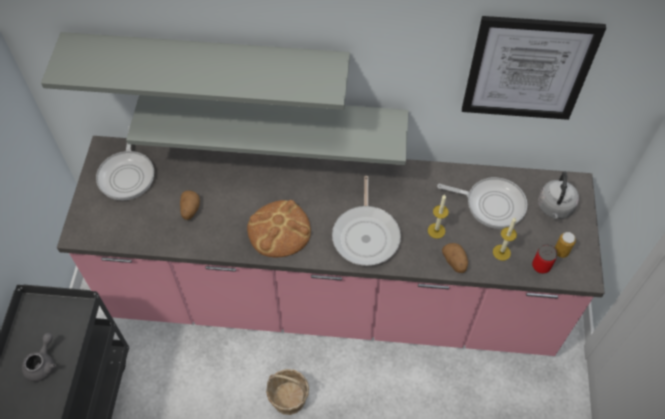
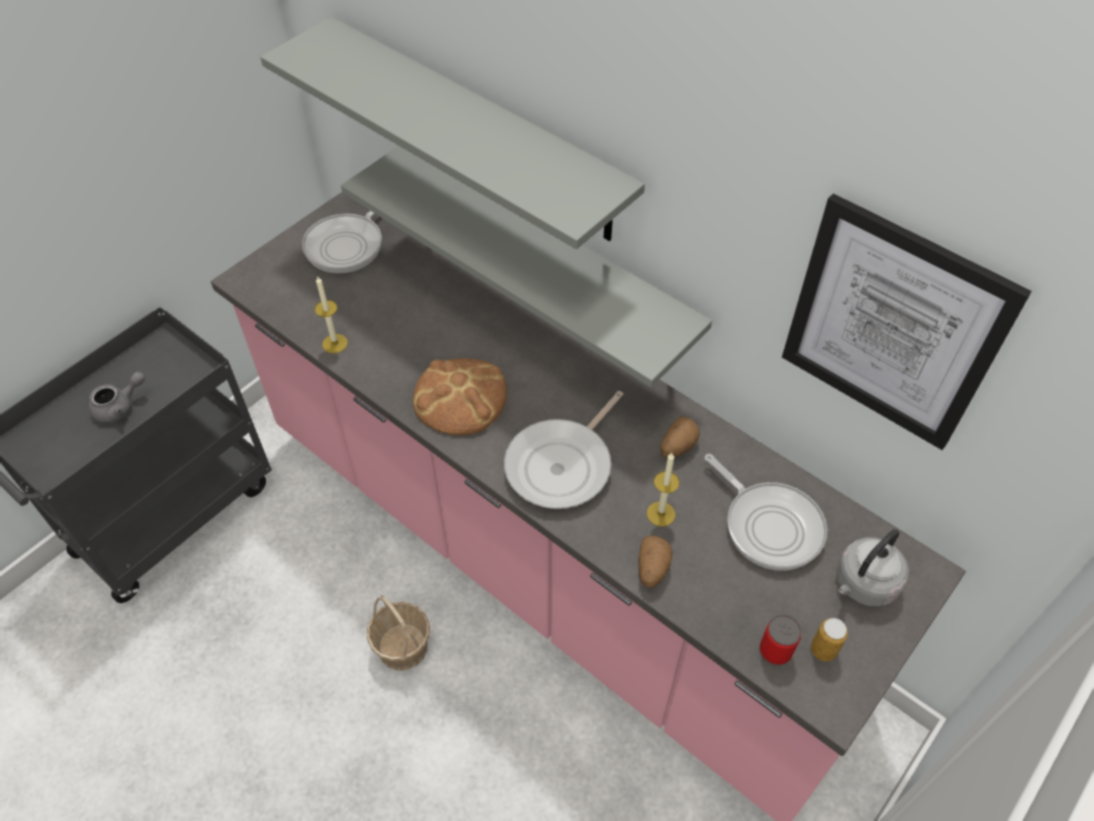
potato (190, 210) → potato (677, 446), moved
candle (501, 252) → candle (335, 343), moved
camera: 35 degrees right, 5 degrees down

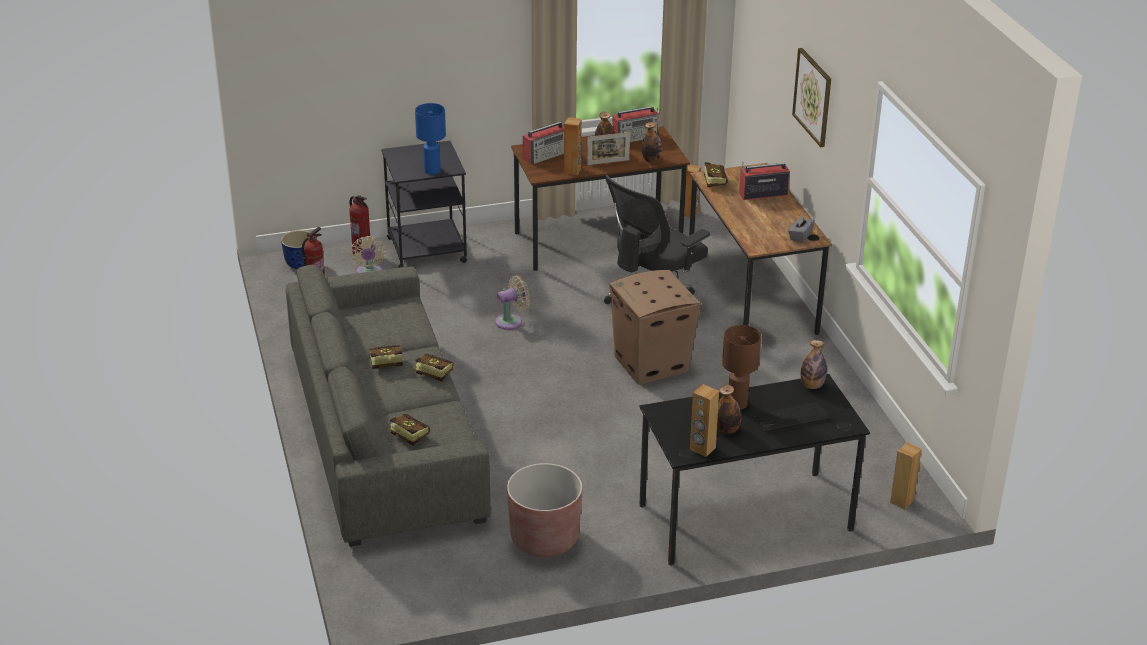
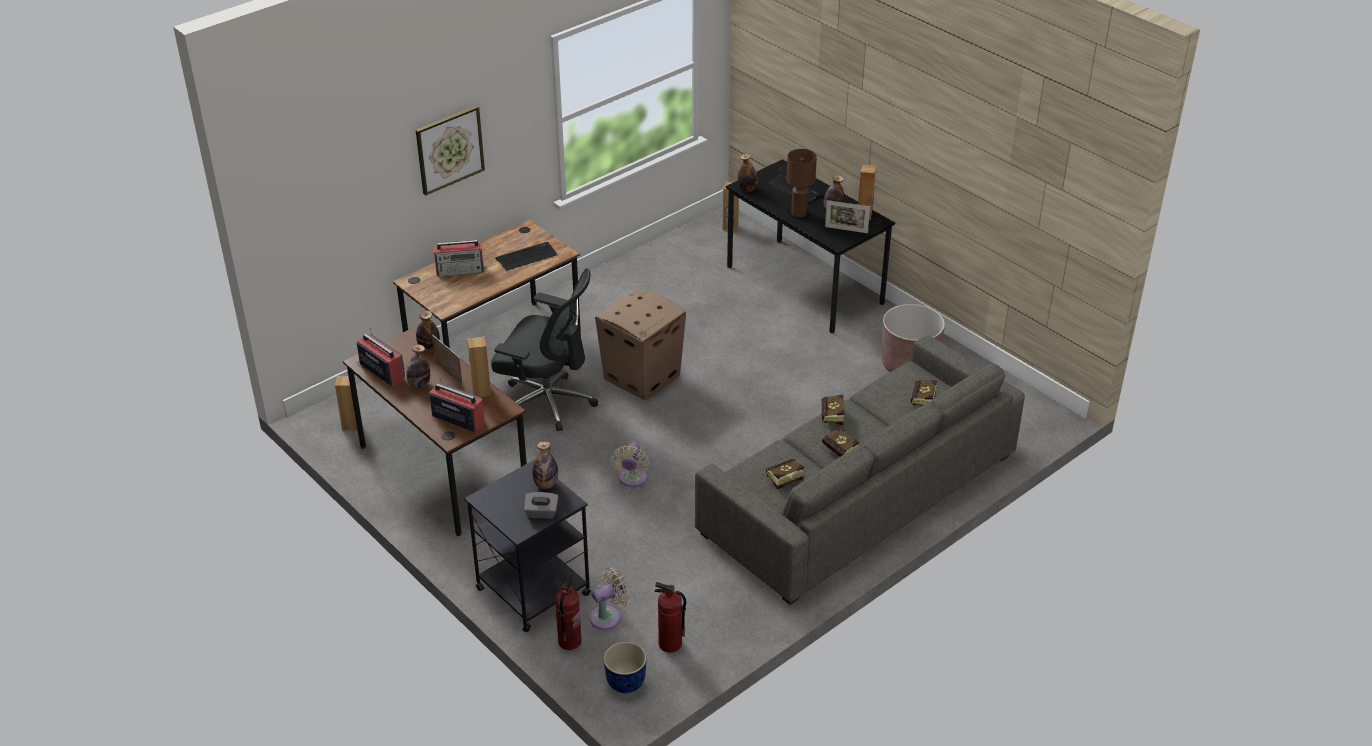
blue table lamp (432, 171) → bottle (546, 484)
beige fan (511, 321) → beige fan (632, 479), 120 degrees counterclockwise
book (714, 181) → book (781, 481), moved
radio (762, 194) → radio (461, 270), 60 degrees counterclockwise
grey tissue box (800, 236) → grey tissue box (541, 513), moved
- → keyboard (526, 256)
- → picture frame (846, 230)
camera: 115 degrees left, 5 degrees up

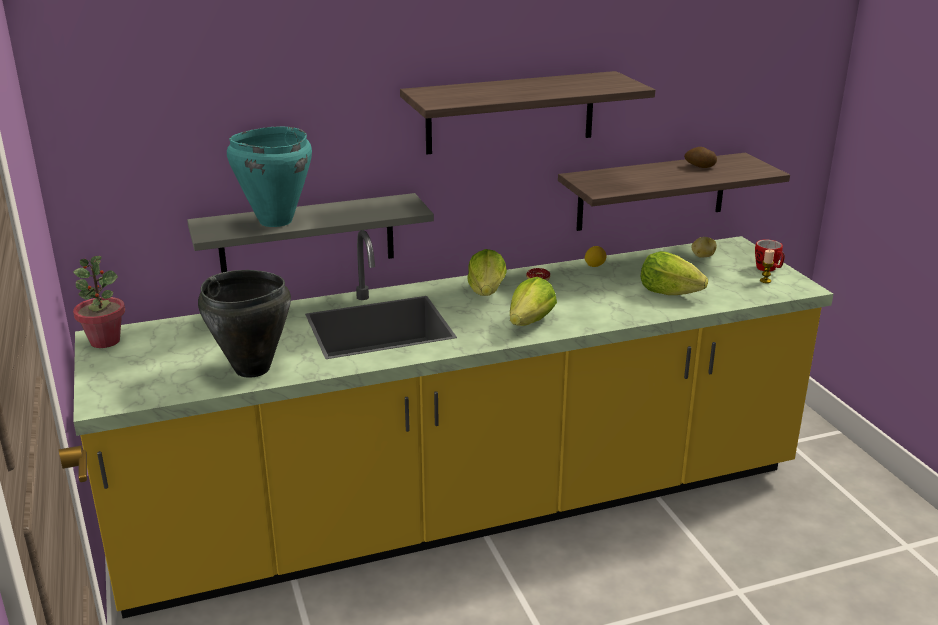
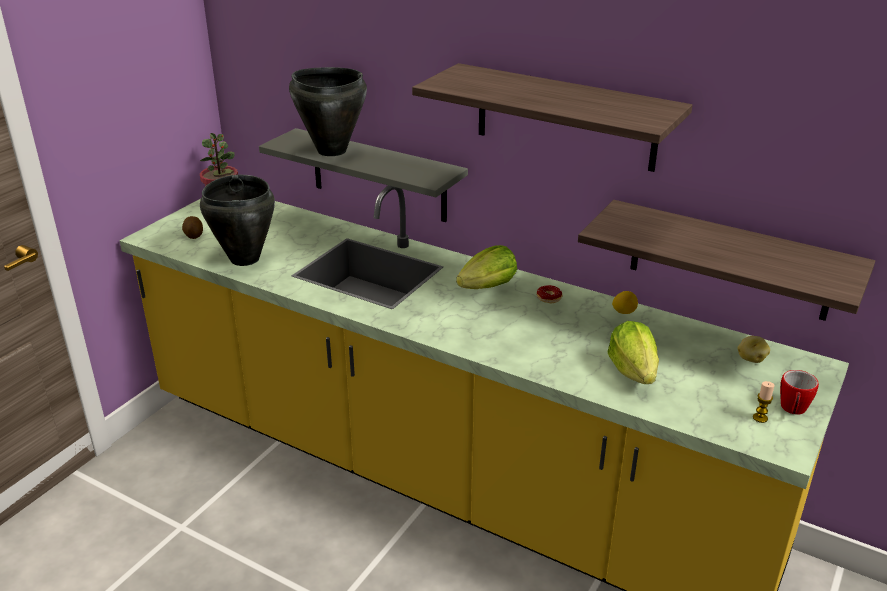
turquoise cooking pot (275, 221) → black cooking pot (331, 150)
lettuce (530, 322) → -
potato (699, 166) → potato (193, 235), moved
camera: 50 degrees right, 5 degrees up

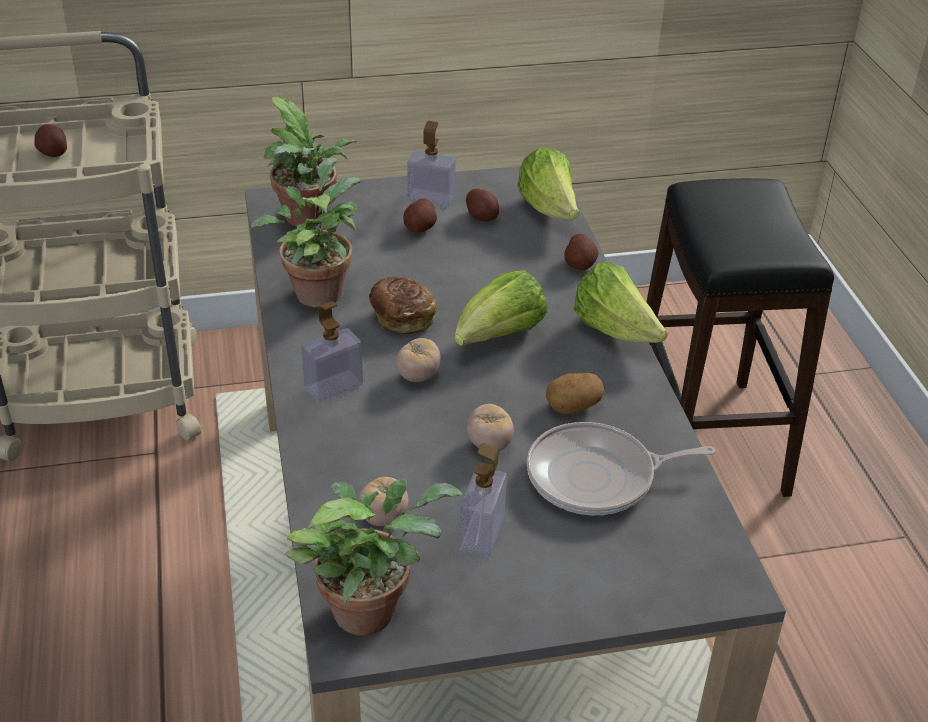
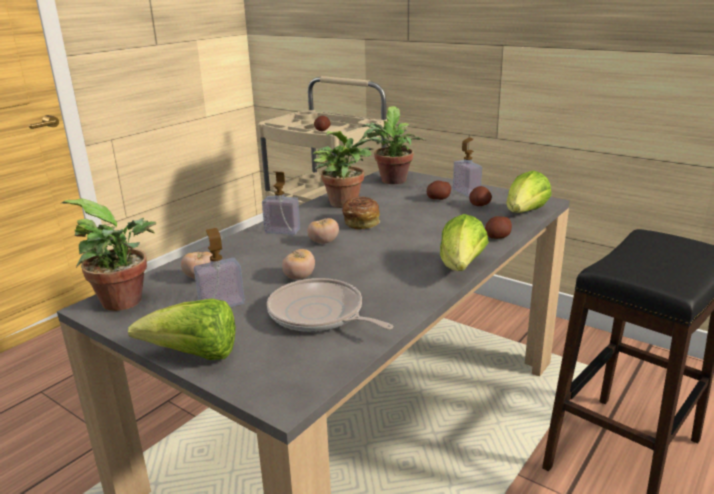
lettuce (499, 337) → lettuce (194, 356), moved
potato (573, 404) → -
camera: 50 degrees right, 15 degrees down

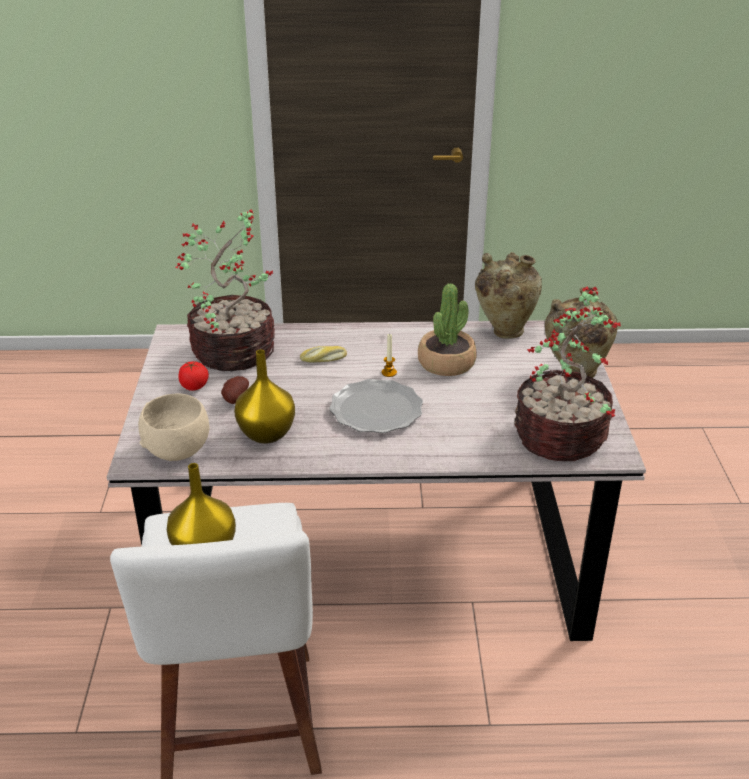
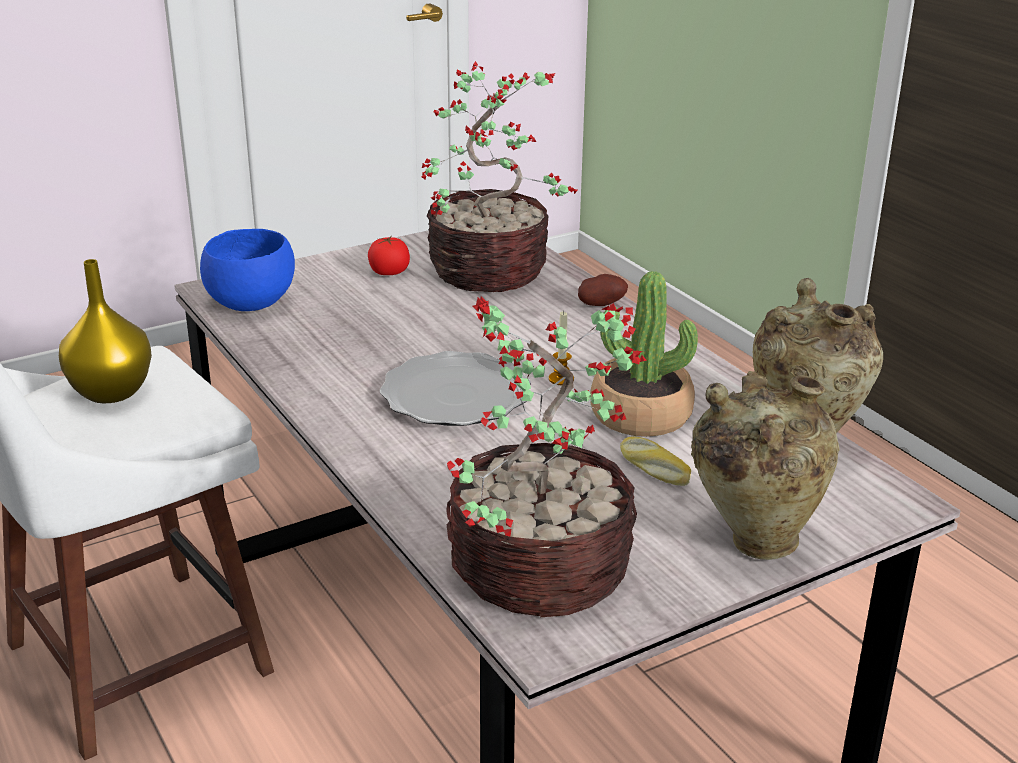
beige bowl (178, 451) → blue bowl (250, 304)
potato (234, 399) → potato (601, 305), moved
yellow vase (267, 433) → -
bread (323, 359) → bread (652, 469), moved
camera: 60 degrees right, 5 degrees down

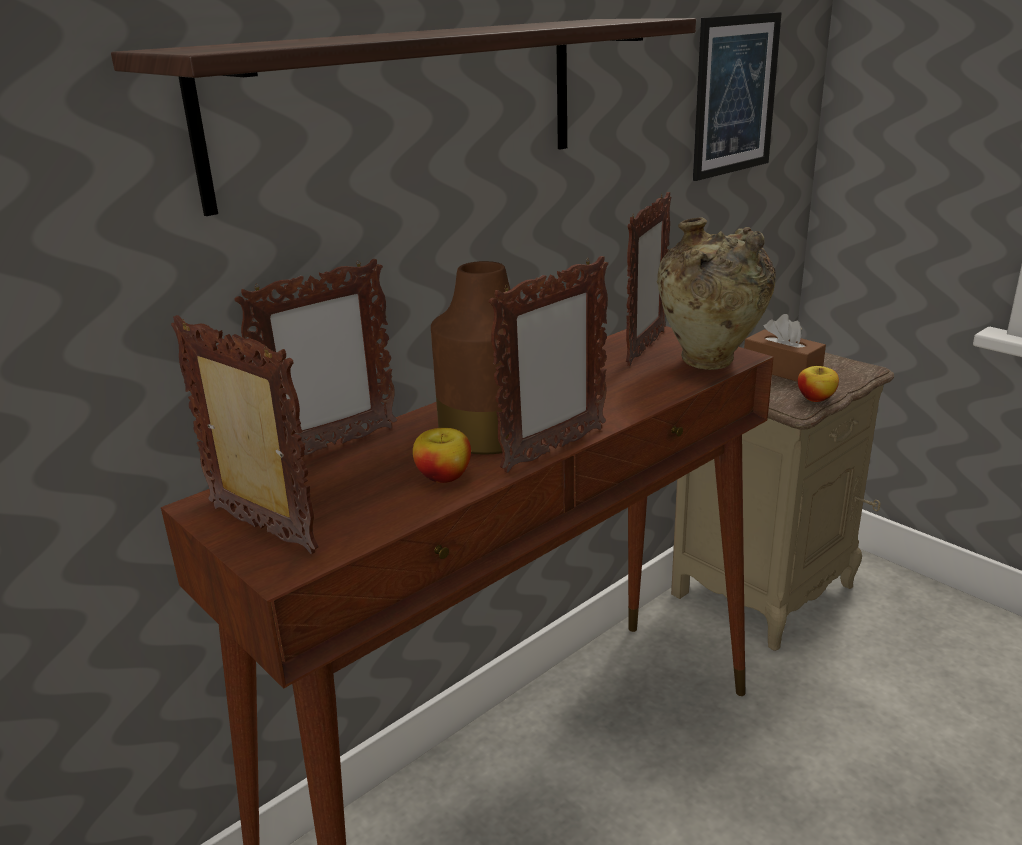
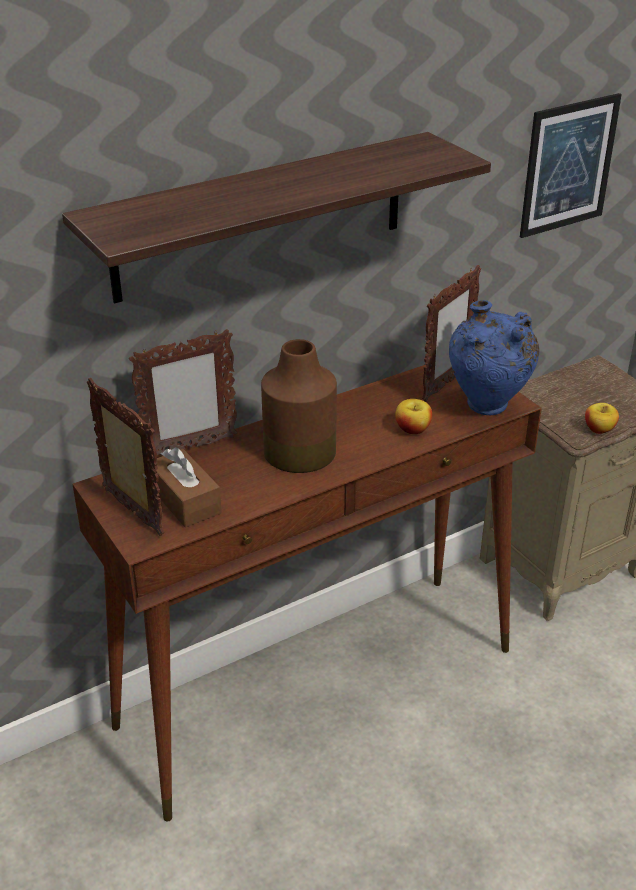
apple (443, 476) → apple (412, 429), moved
picture frame (553, 450) → -
beige vase (710, 364) → blue vase (487, 409)
brown tissue box (782, 369) → brown tissue box (185, 500), moved
camera: 10 degrees right, 10 degrees up

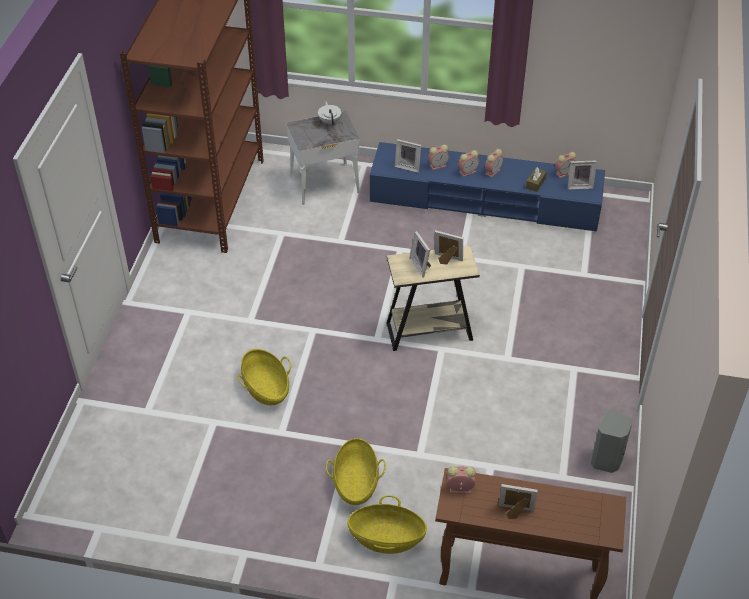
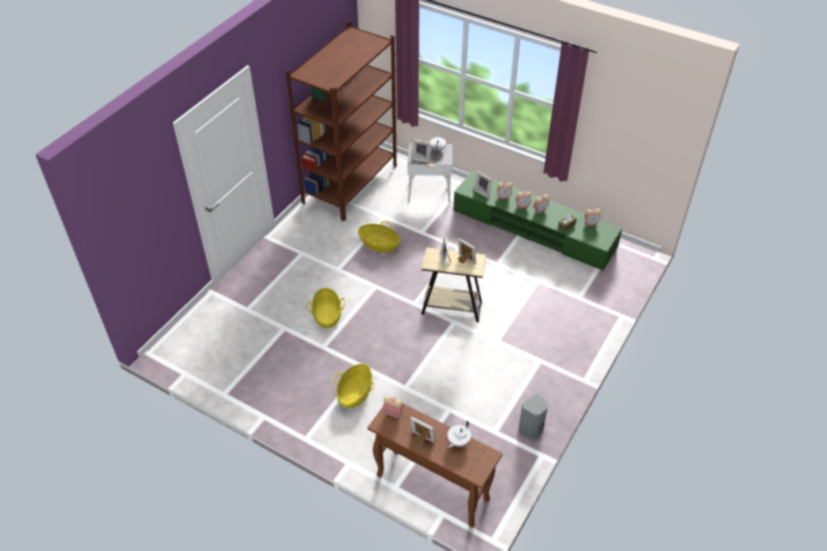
basket (386, 538) → basket (379, 245), moved
blue tv stand (485, 201) → green tv stand (534, 230)
picture frame (579, 185) → picture frame (421, 158), moved
- → white teapot (458, 441)
camera: 20 degrees right, 0 degrees up

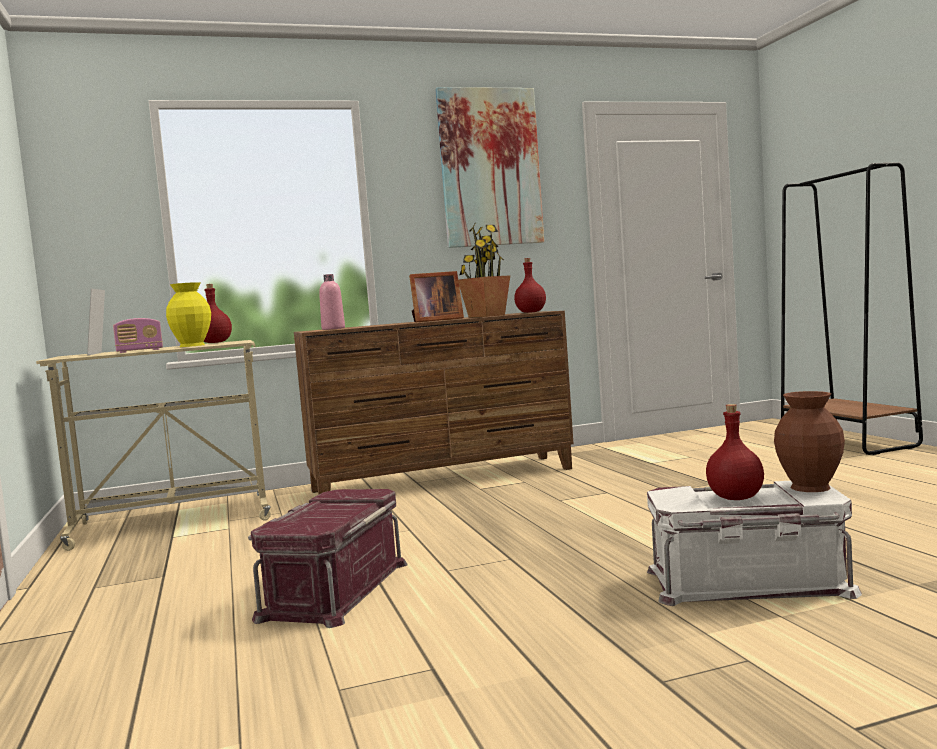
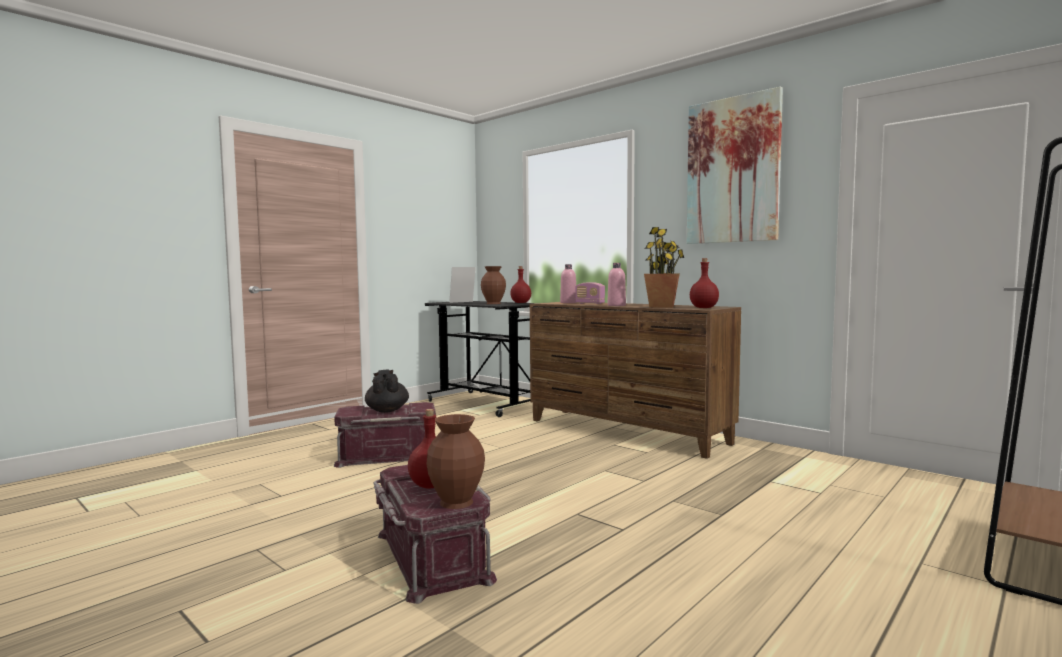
beige desk (174, 521) → black desk (484, 403)
radio (139, 351) → radio (590, 303), moved
yellow vase (191, 346) → brown vase (493, 303)
picture frame (435, 320) → pink bottle (616, 305)
white storage box (747, 583) → red storage box (430, 557)
- → black teapot (387, 410)
camera: 60 degrees right, 0 degrees up

